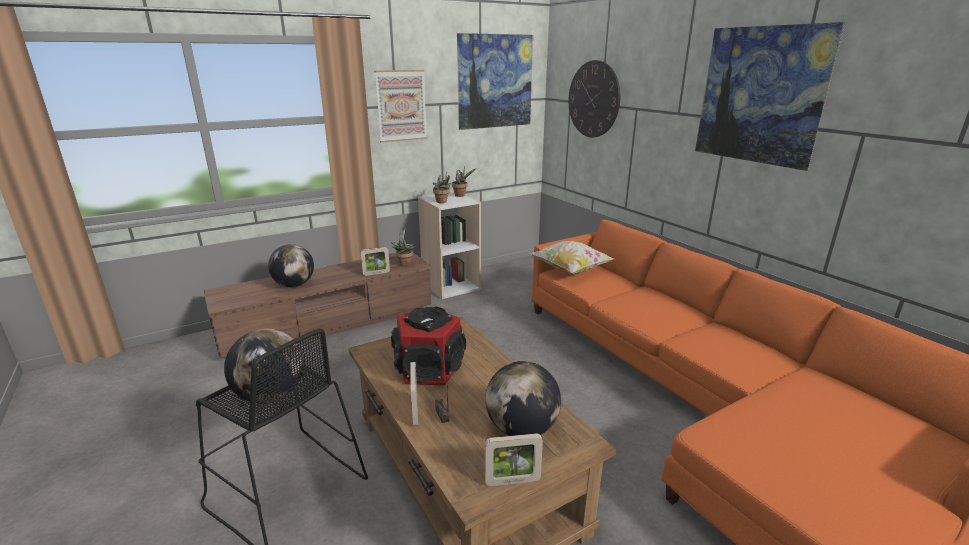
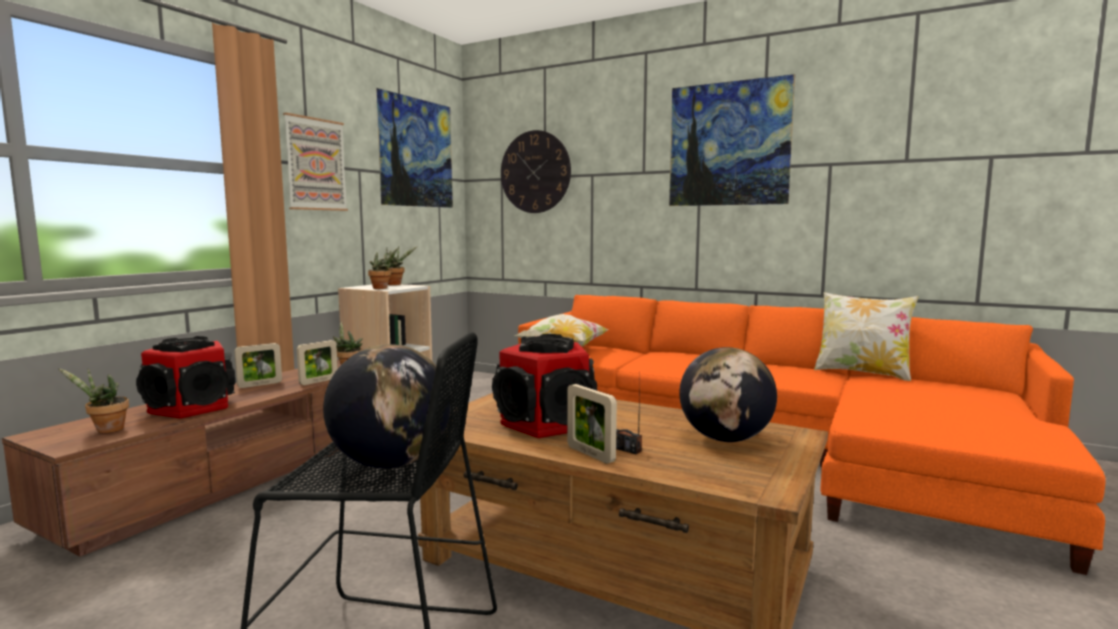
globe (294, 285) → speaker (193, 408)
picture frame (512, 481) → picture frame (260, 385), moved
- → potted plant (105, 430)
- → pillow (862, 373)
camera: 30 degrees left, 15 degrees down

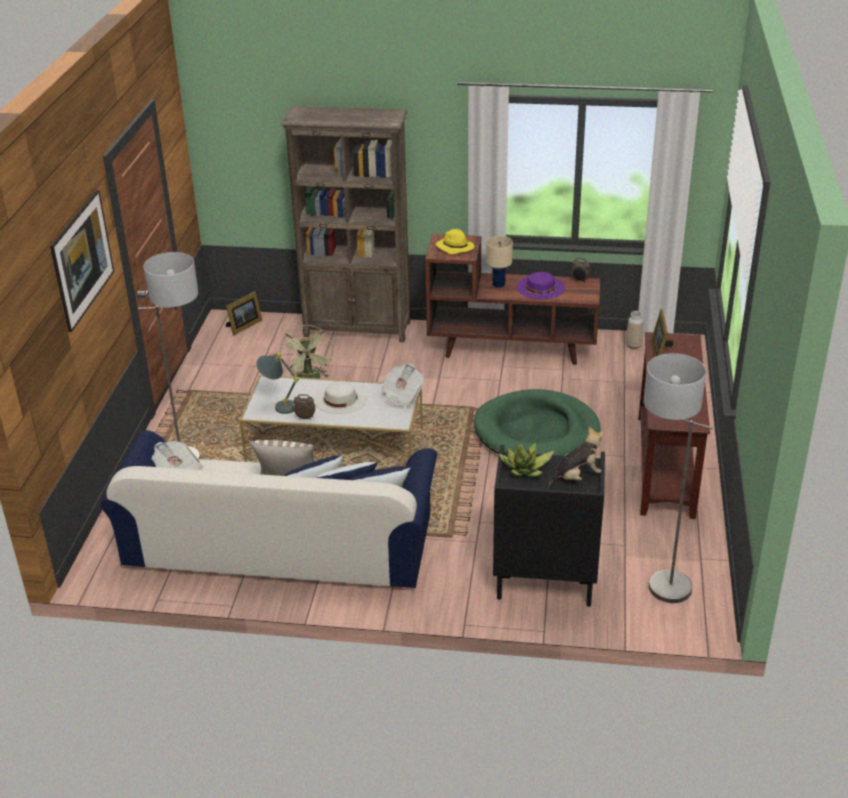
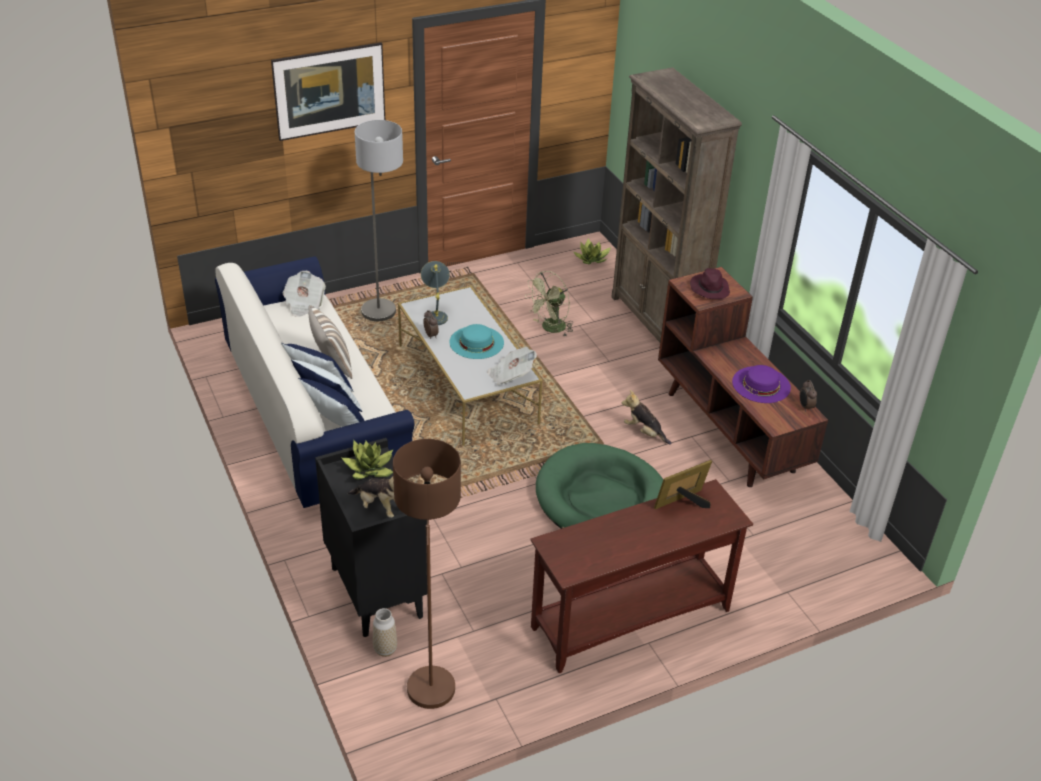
picture frame (243, 326) → potted plant (592, 259)
white hat (340, 398) → turquoise hat (476, 342)
yellow hat (454, 247) → purple hat (709, 289)
beige table lamp (498, 284) → -
vase (633, 346) → vase (385, 649), moved
grey floor lamp (657, 584) → brown floor lamp (430, 676)
- → plush toy (644, 432)
camera: 55 degrees right, 5 degrees up

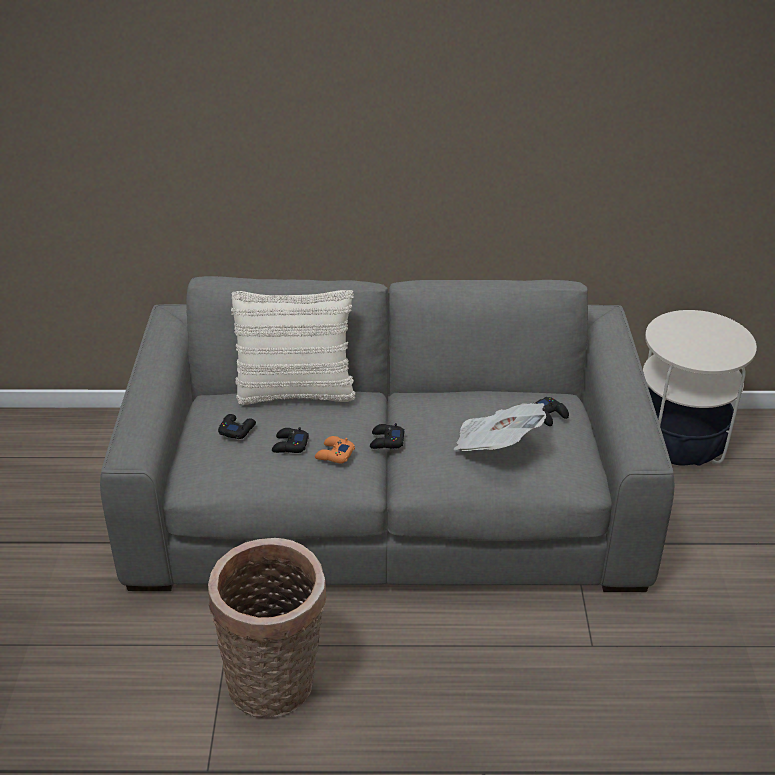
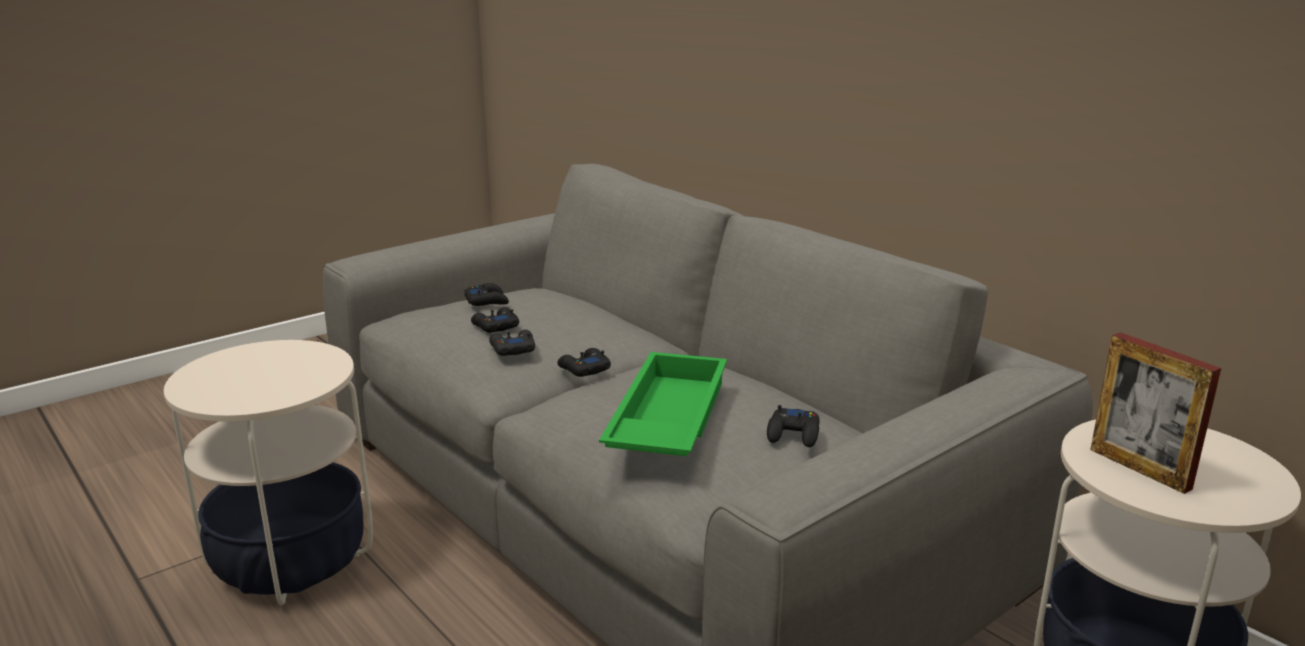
basket (276, 684) → beige side table (292, 563)
beige pillow (297, 393) → -
orange game controller (334, 454) → black game controller (512, 349)
newspaper (496, 445) → green tray (665, 420)
- → picture frame (1139, 469)
camera: 50 degrees right, 15 degrees down

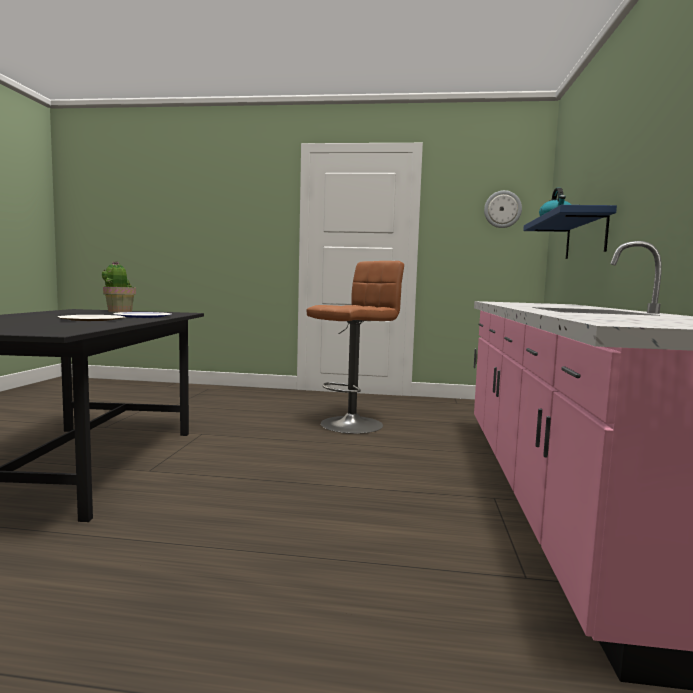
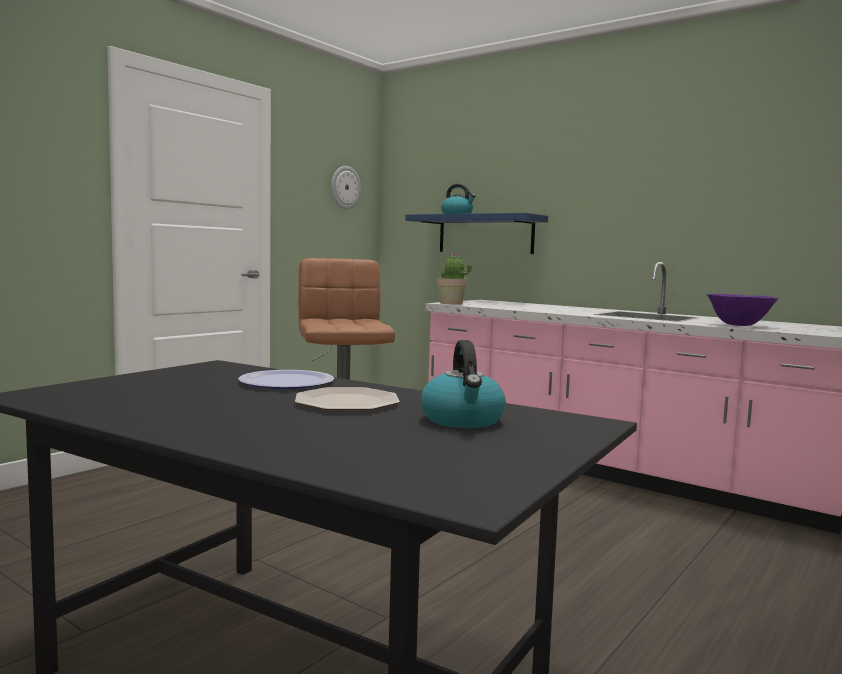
potted plant (119, 311) → potted plant (451, 303), moved
- → kettle (463, 420)
- → purple bowl (738, 325)
camera: 60 degrees left, 0 degrees up

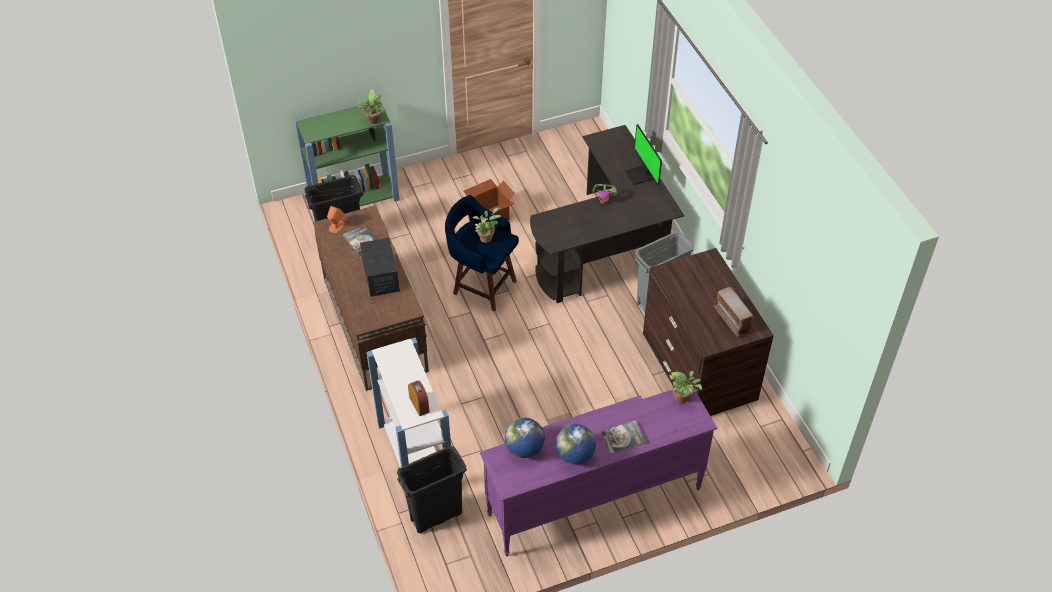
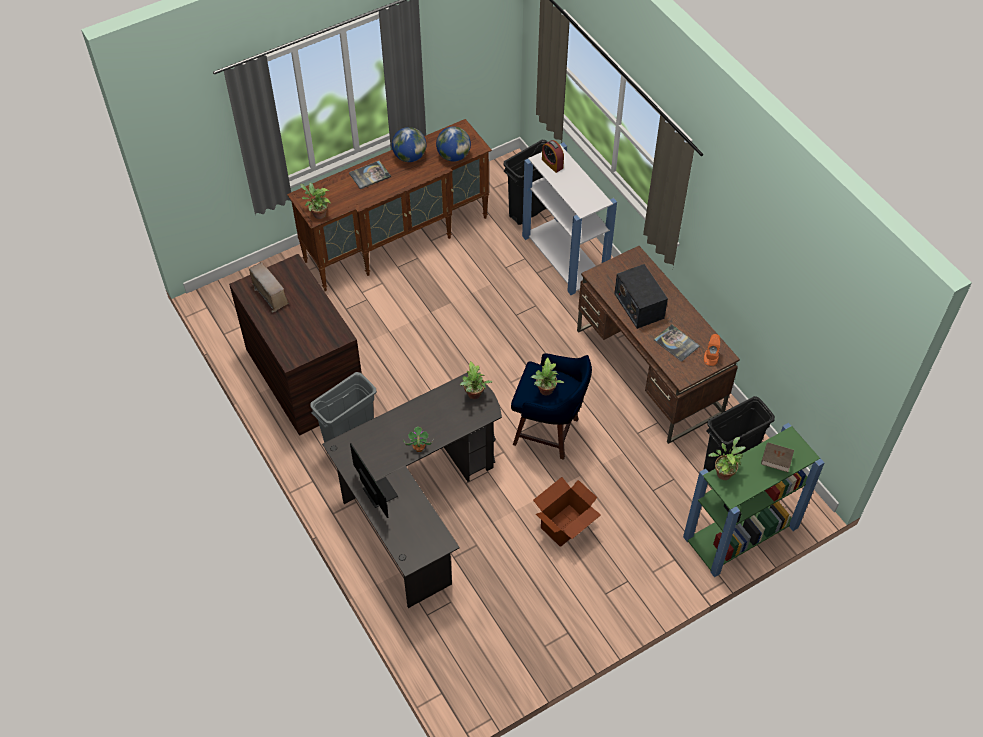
purple cabinet (593, 501) → brown cabinet (397, 240)
- → potted plant (474, 395)
- → brown book (775, 462)
camera: 170 degrees right, 5 degrees up

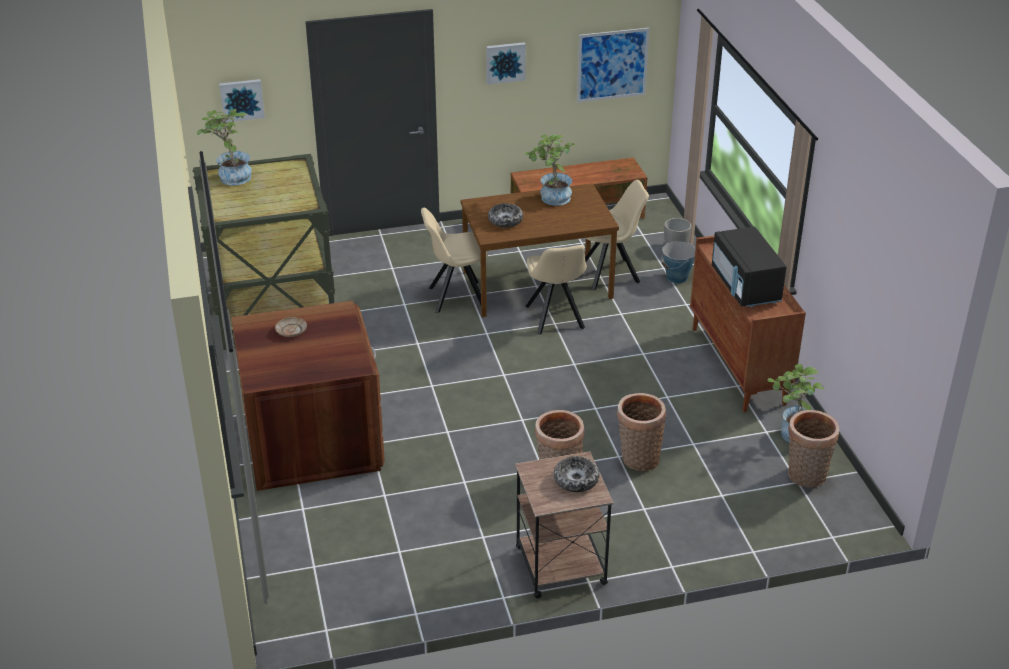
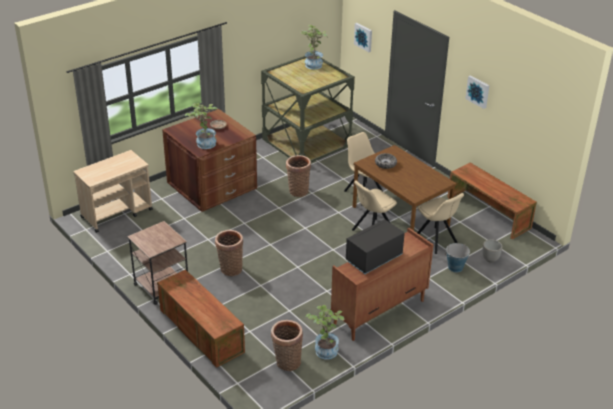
potted plant (551, 199) → potted plant (204, 143), moved
bowl (576, 480) → -
picture (612, 65) → -
basket (638, 459) → basket (298, 190), moved
- → beige cart (117, 213)
- → brown bench (200, 331)
camera: 65 degrees right, 0 degrees up

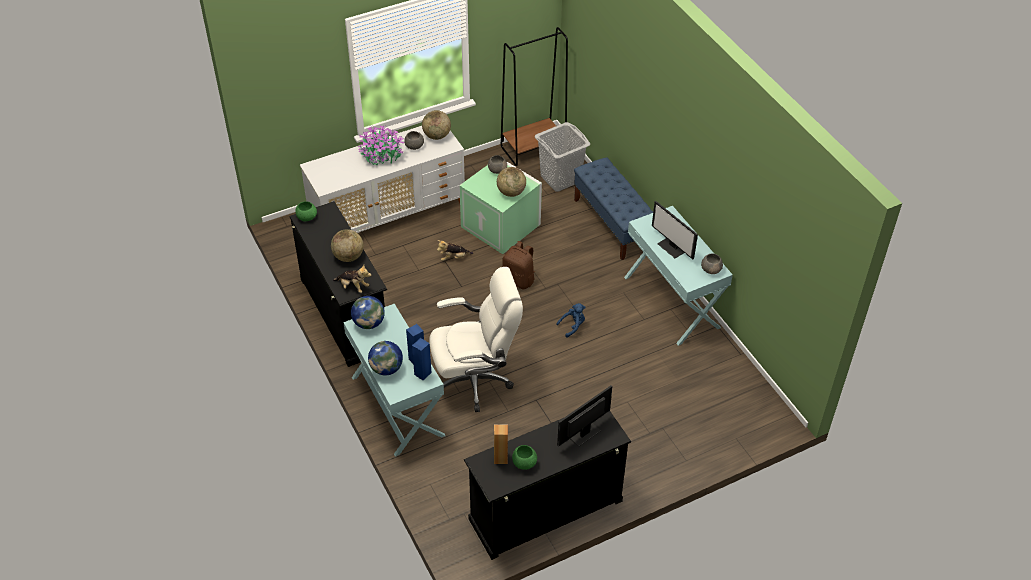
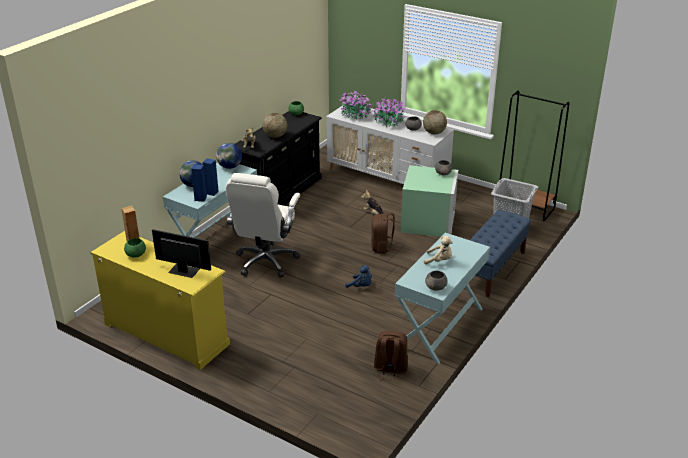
white office chair (475, 381) → white office chair (266, 262), 60 degrees clockwise
black cabinet (545, 510) → yellow cabinet (166, 334)
globe (511, 192) → -
monitor (672, 247) → beige plush toy (439, 260)
- → potted plant (355, 115)
- → brown backpack (390, 369)
camera: 60 degrees right, 15 degrees down

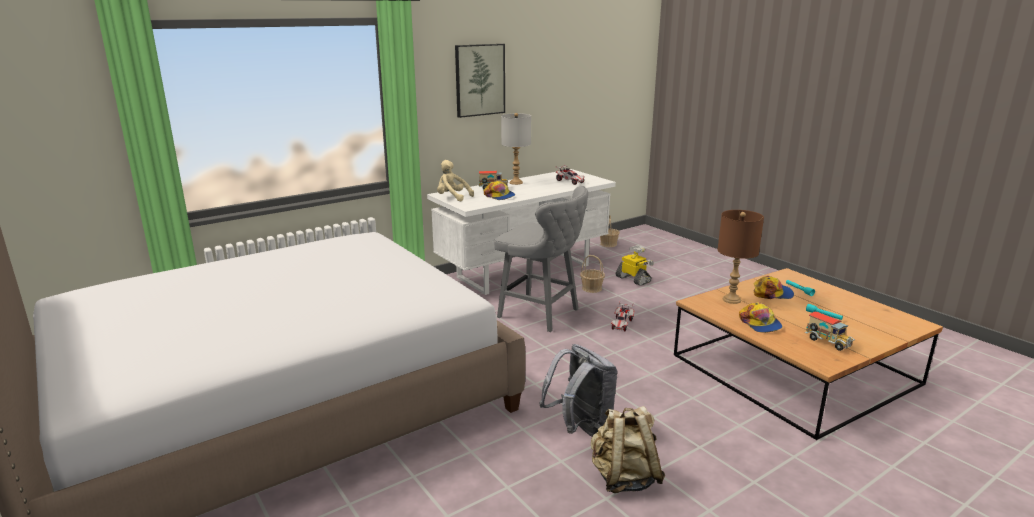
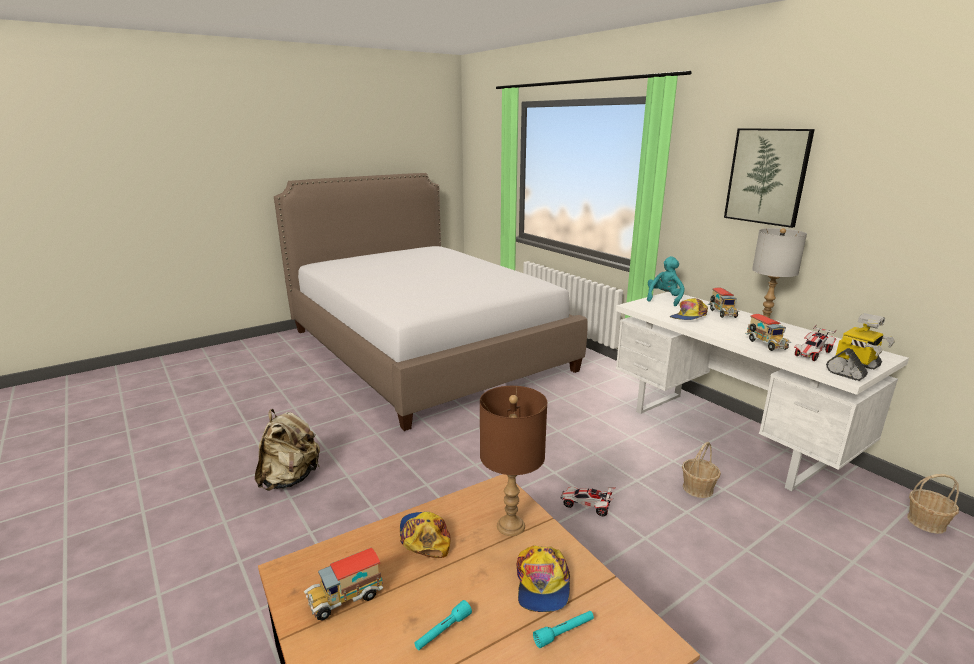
beige plush toy (452, 197) → turquoise plush toy (664, 299)
grey stool (542, 314) → -
grey backpack (581, 429) → -
toy robot (633, 279) → toy robot (854, 370), moved
cap (760, 323) → cap (424, 537), 90 degrees clockwise
- → toy truck (765, 345)
camera: 90 degrees right, 0 degrees up

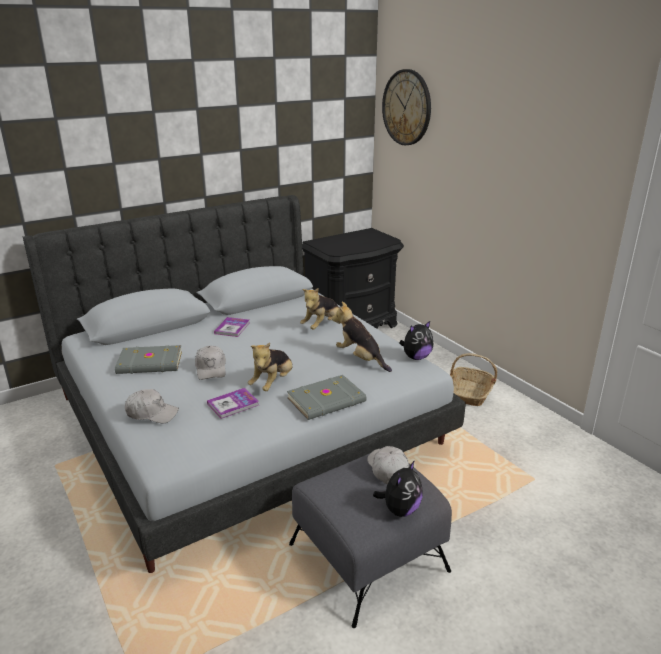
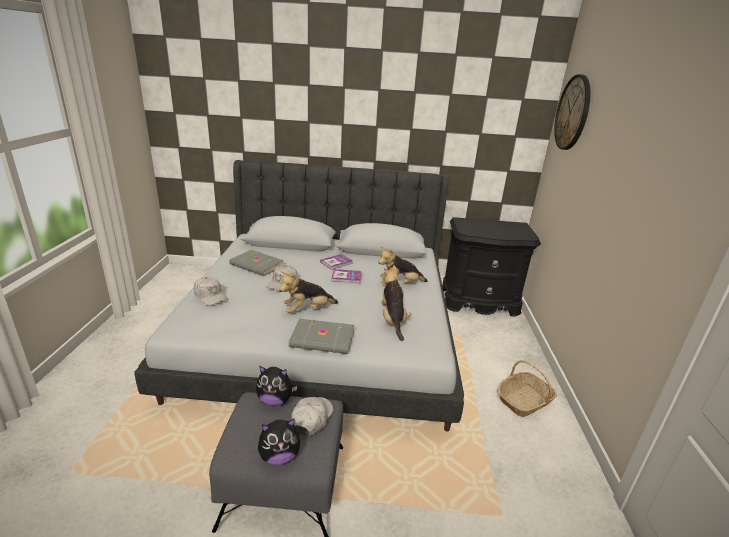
book (233, 404) → book (346, 277), moved
plush toy (416, 357) → plush toy (275, 401), moved
camera: 35 degrees right, 0 degrees up

